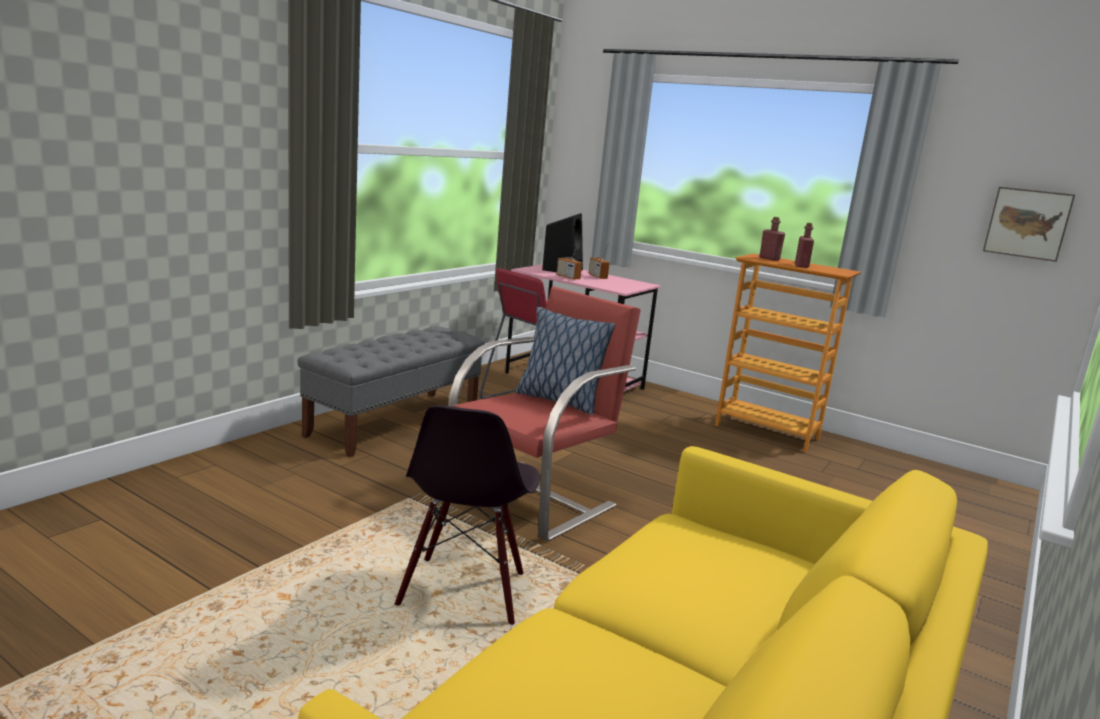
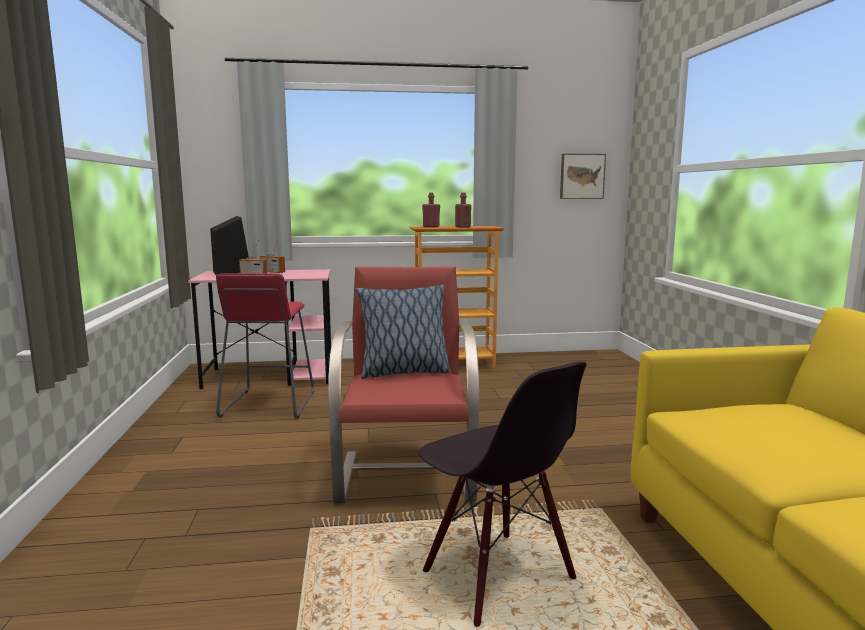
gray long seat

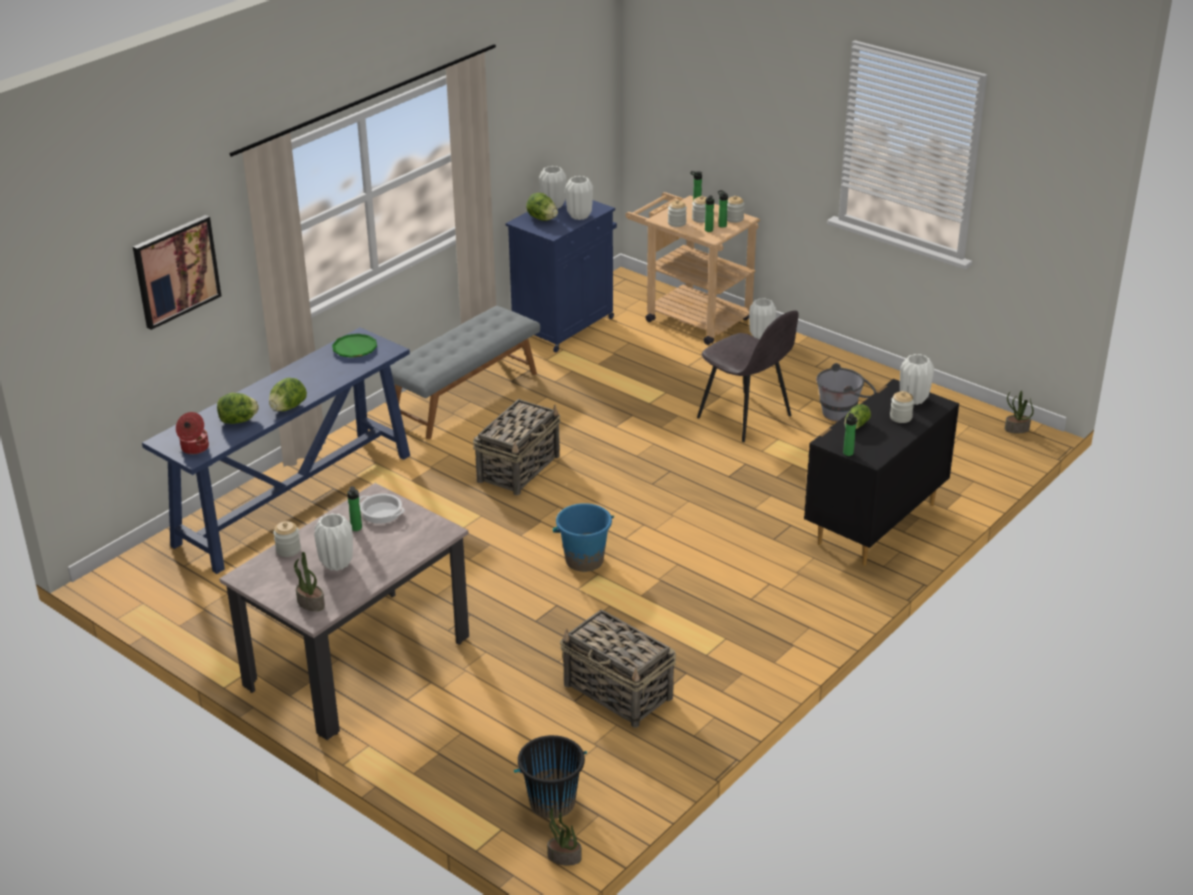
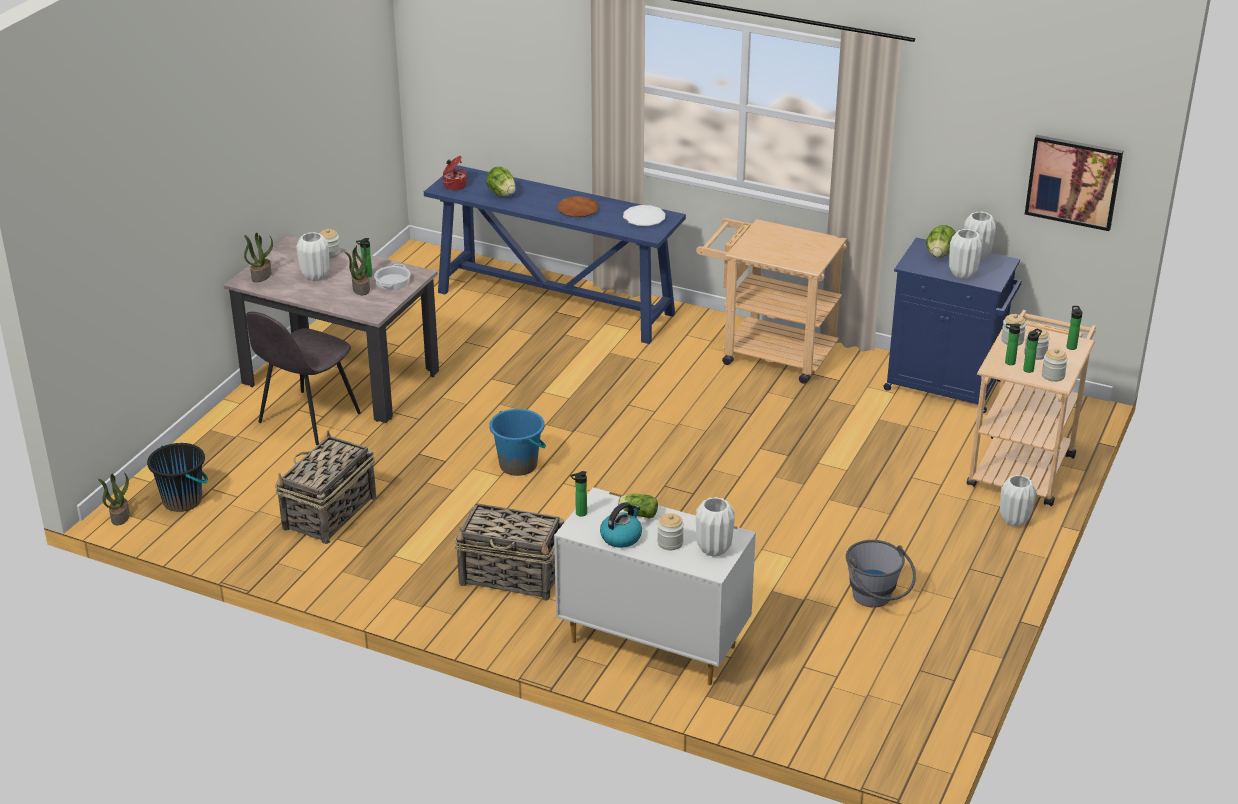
picture
beige cart (1st from left)
gray plain chair
whitish dinner plate
head of lettuce (2nd from left in the first image)
whitish dresser
potted plant (3rd from left)
storage basket (2nd from left)
brownish dinner plate
water kettle

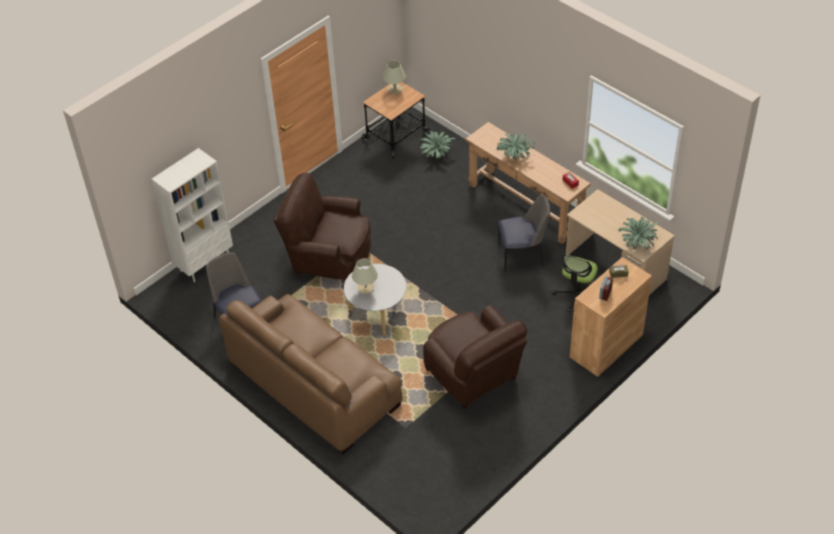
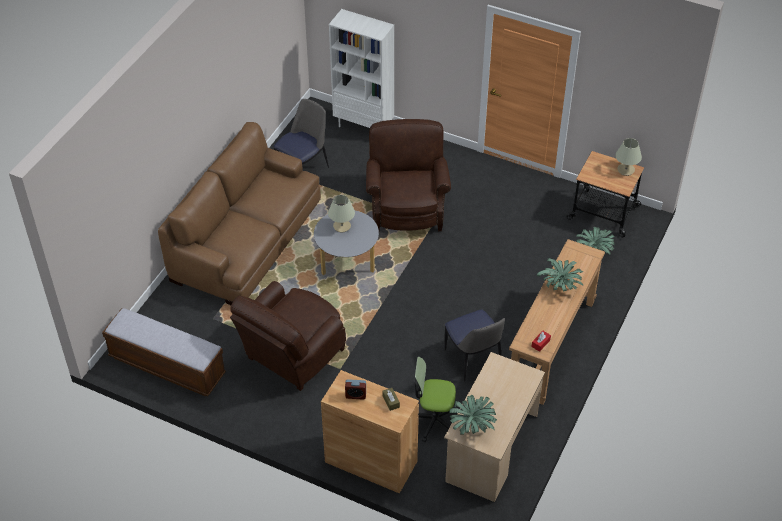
long seat

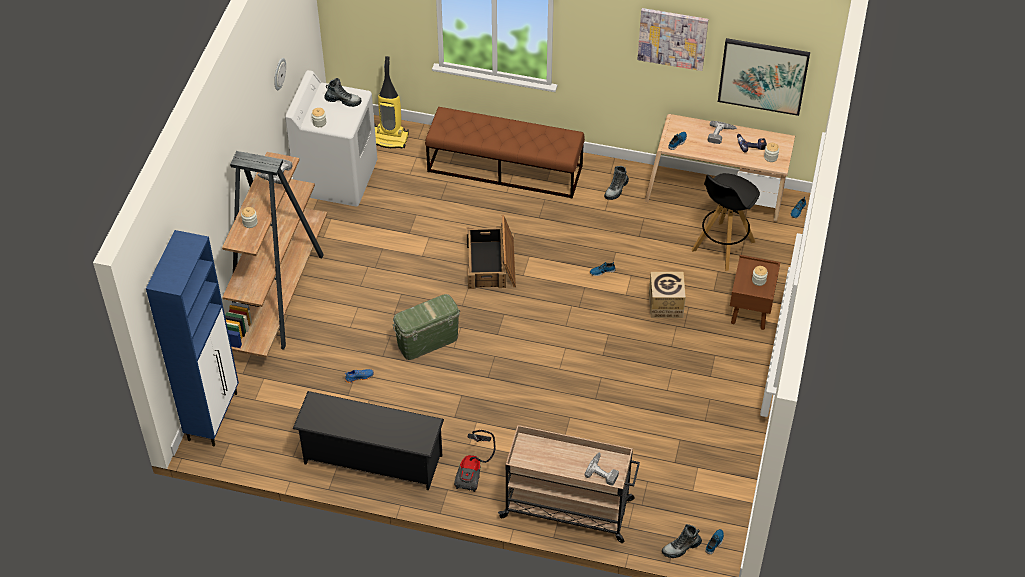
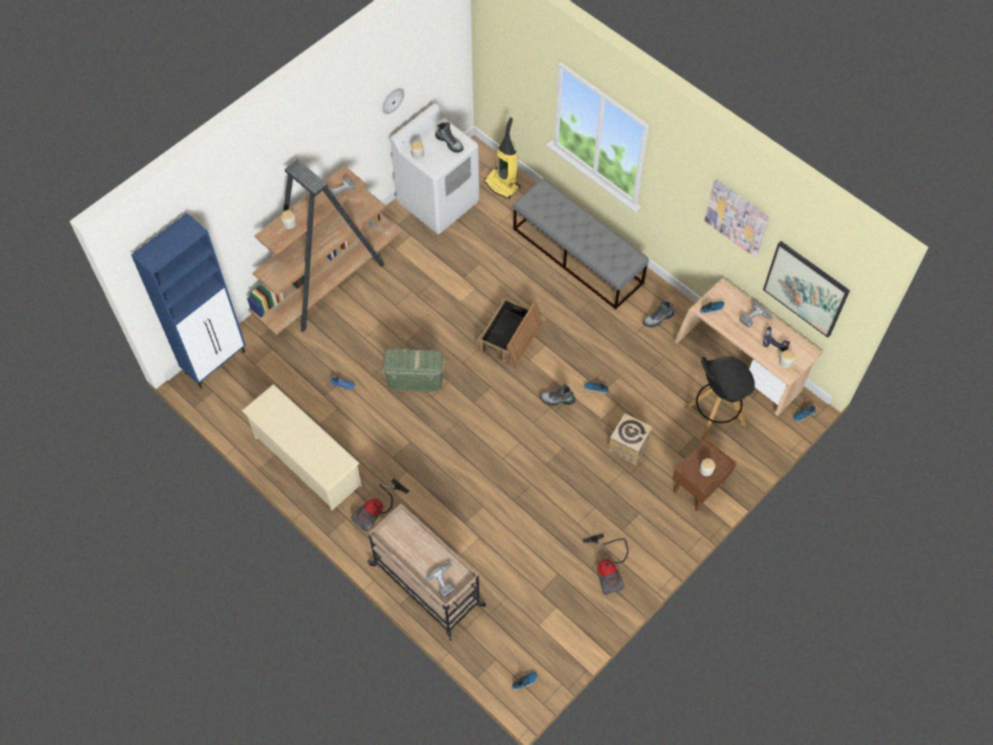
gray long seat
beige shoe shelf
high-top boot (2nd from left)
hoover (3rd from left)

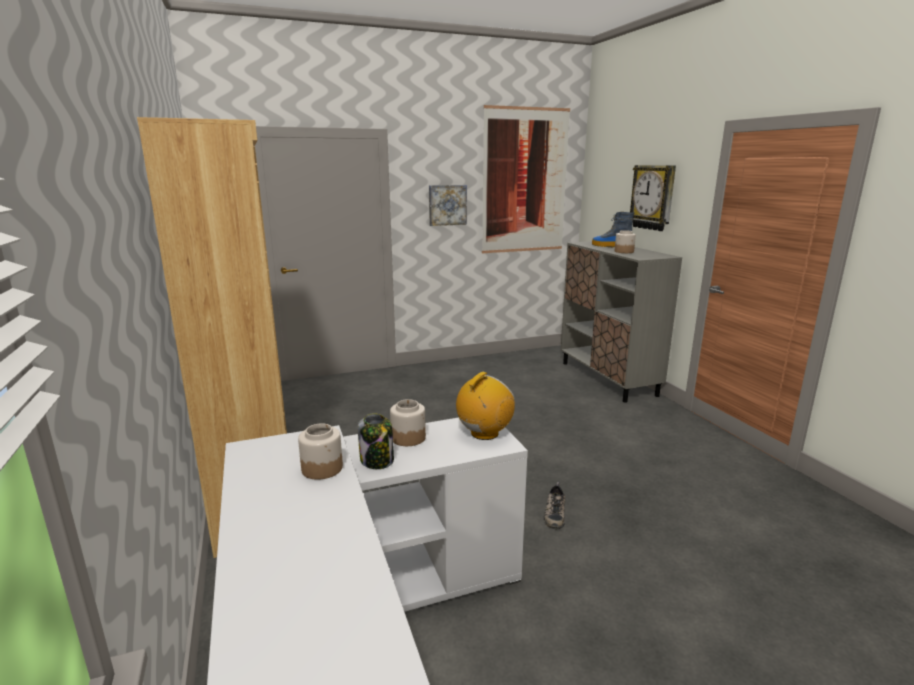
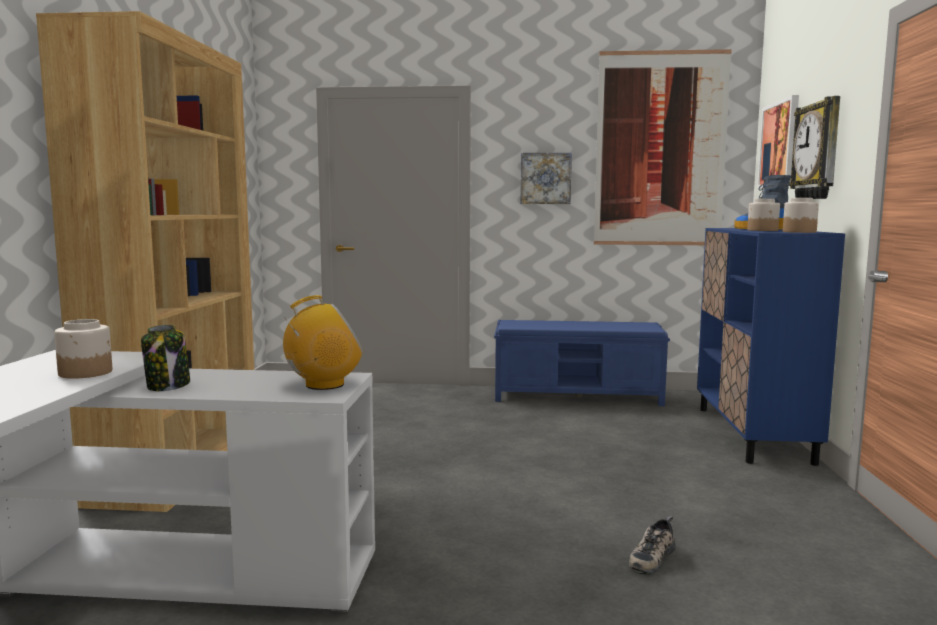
blue storage cabinet
jar (4th from left)
item of footwear
picture (3rd from left)
blue long seat

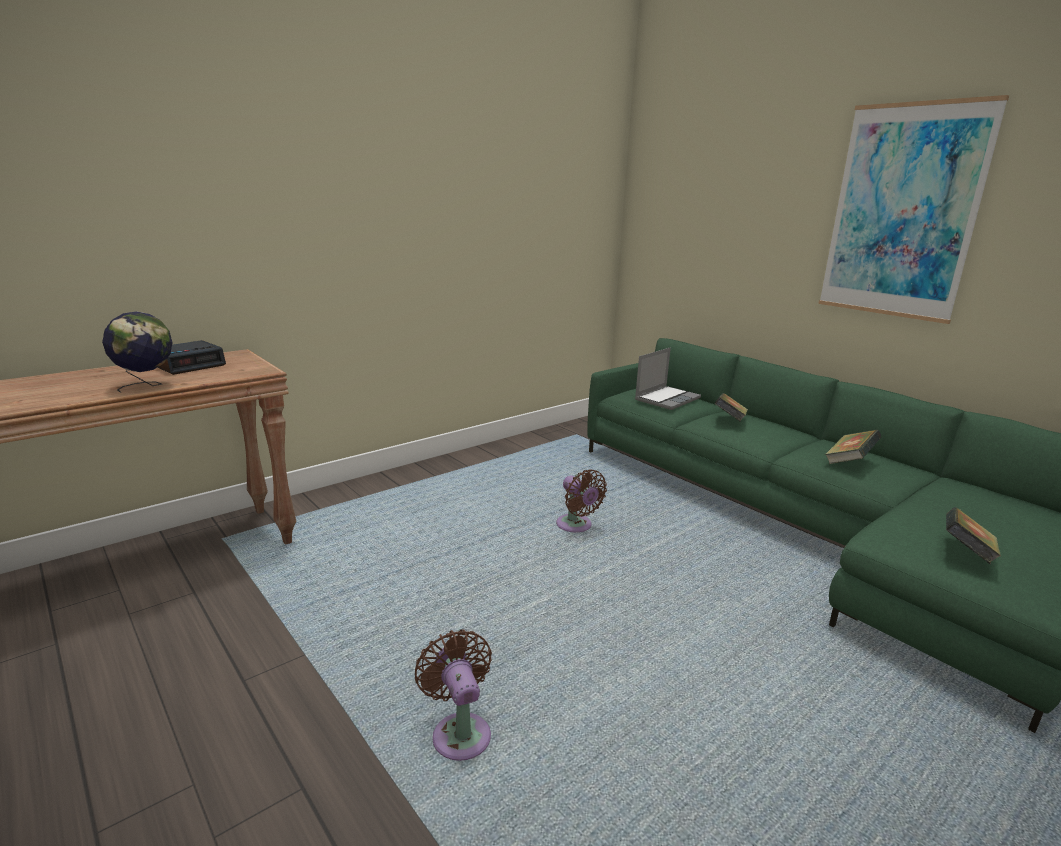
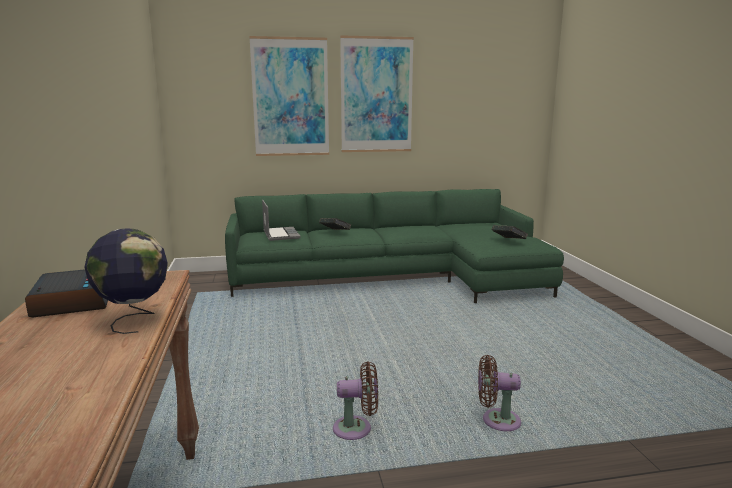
bound book (2nd from left in the first image)
brownish fan (1st from left)
picture (1st from left)

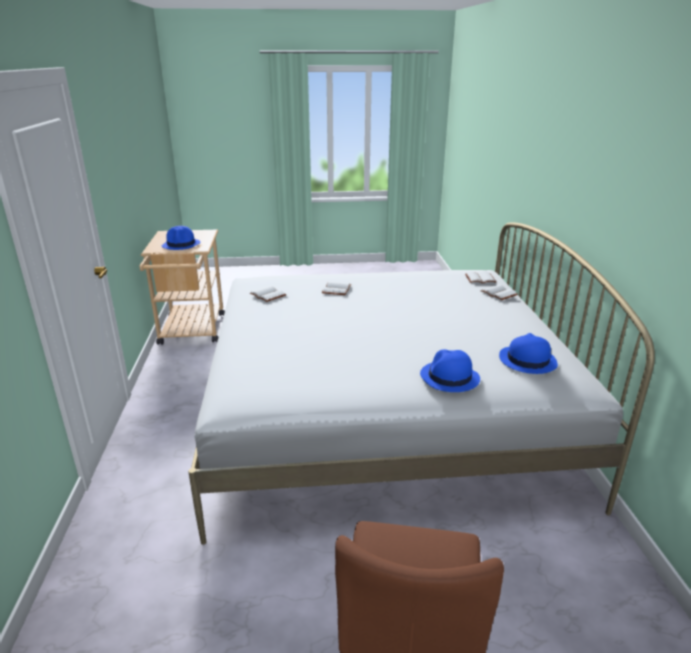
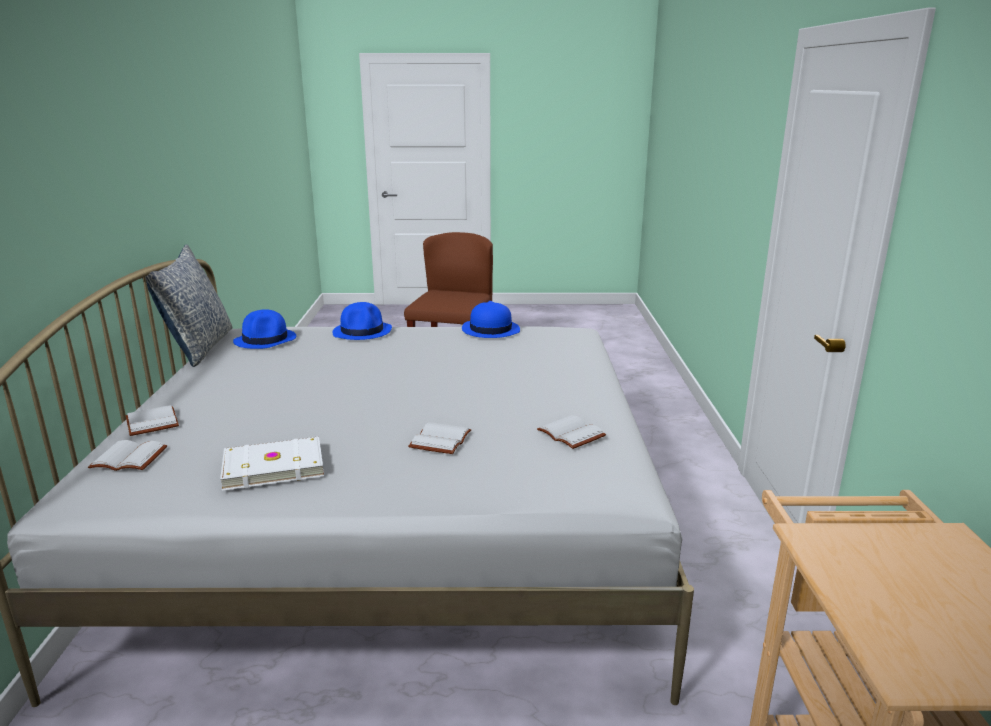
blue wearable hat (3rd from left)
throw pillow
whitish bound book (3rd from left)

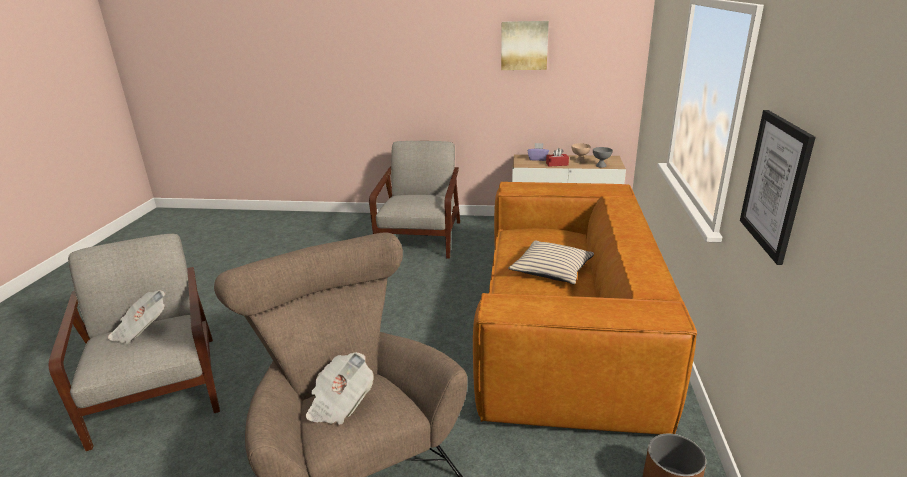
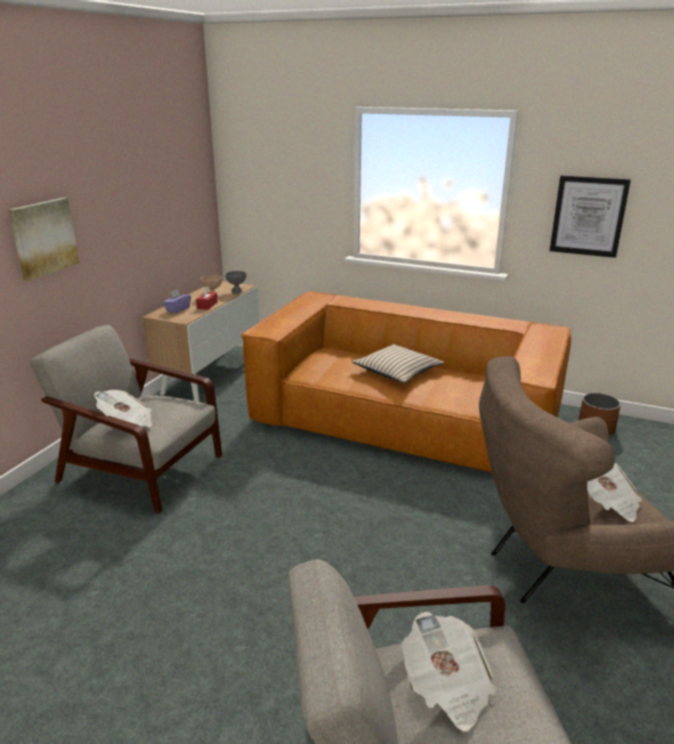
picture (1st from left)
newspaper (1st from left)

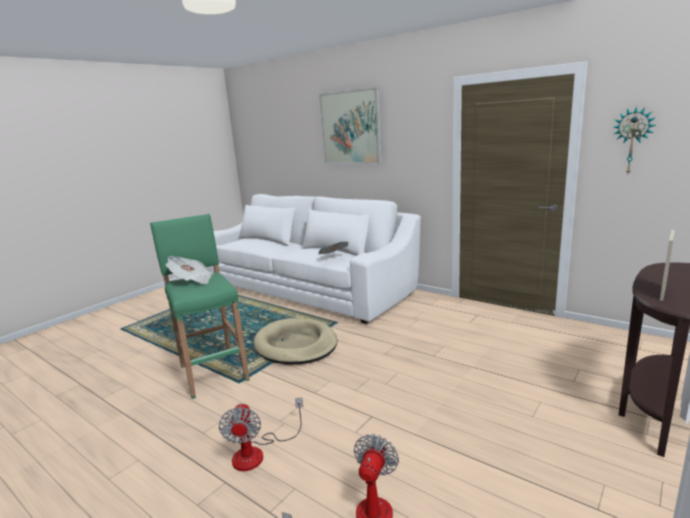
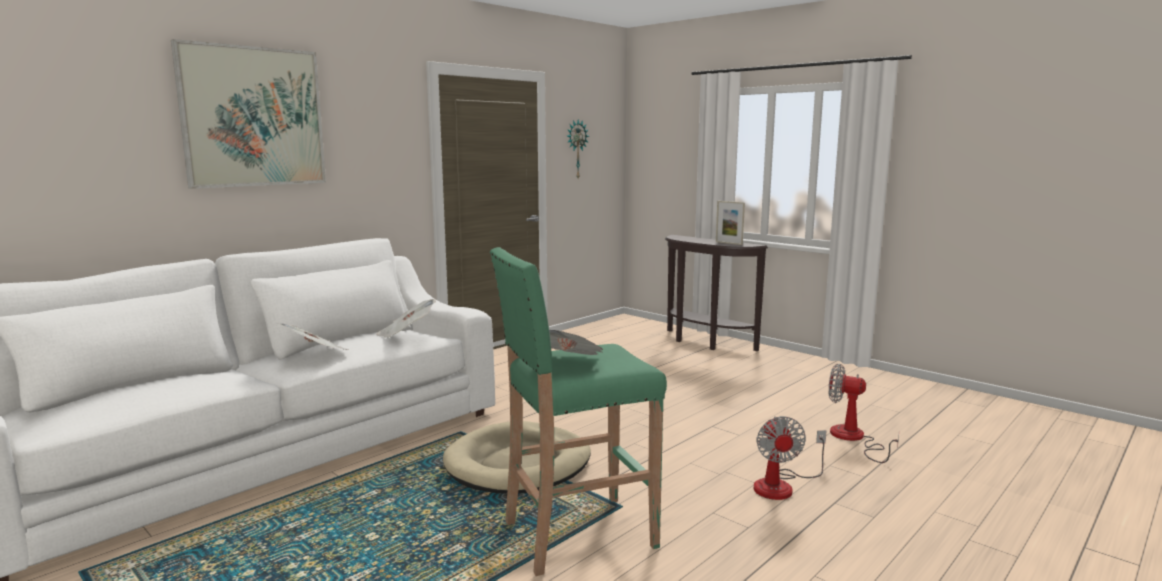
fan (1st from left)
newspaper (1st from left)

